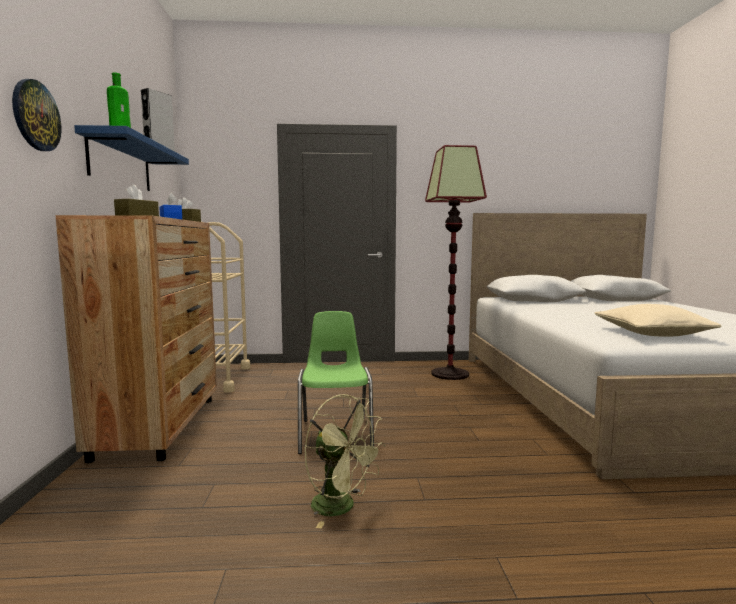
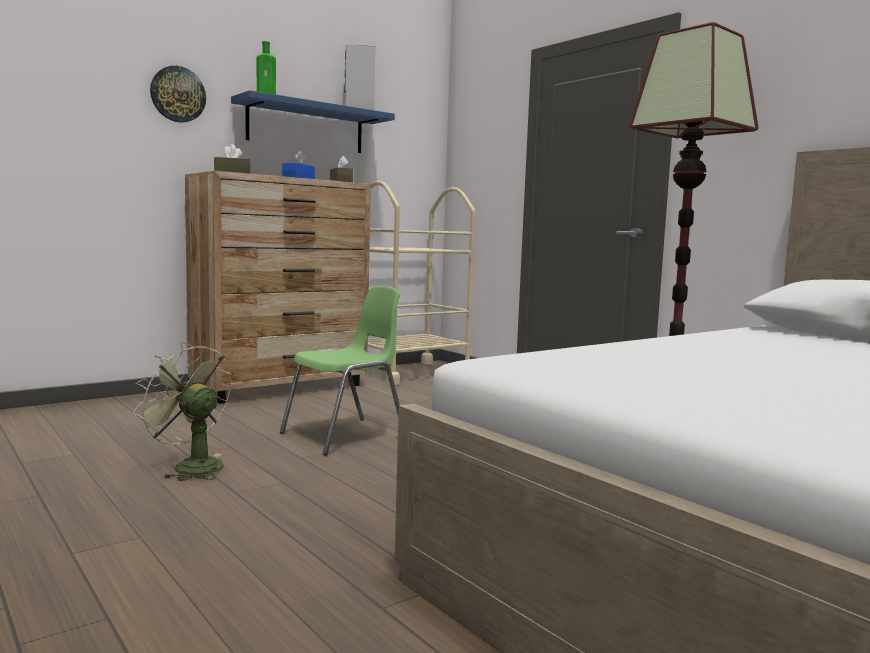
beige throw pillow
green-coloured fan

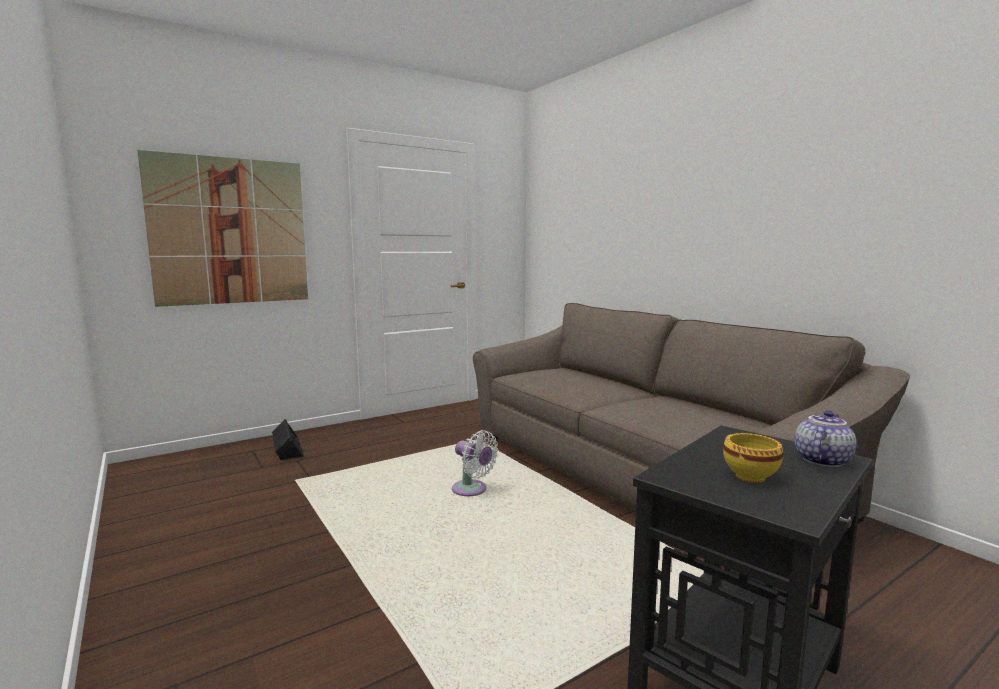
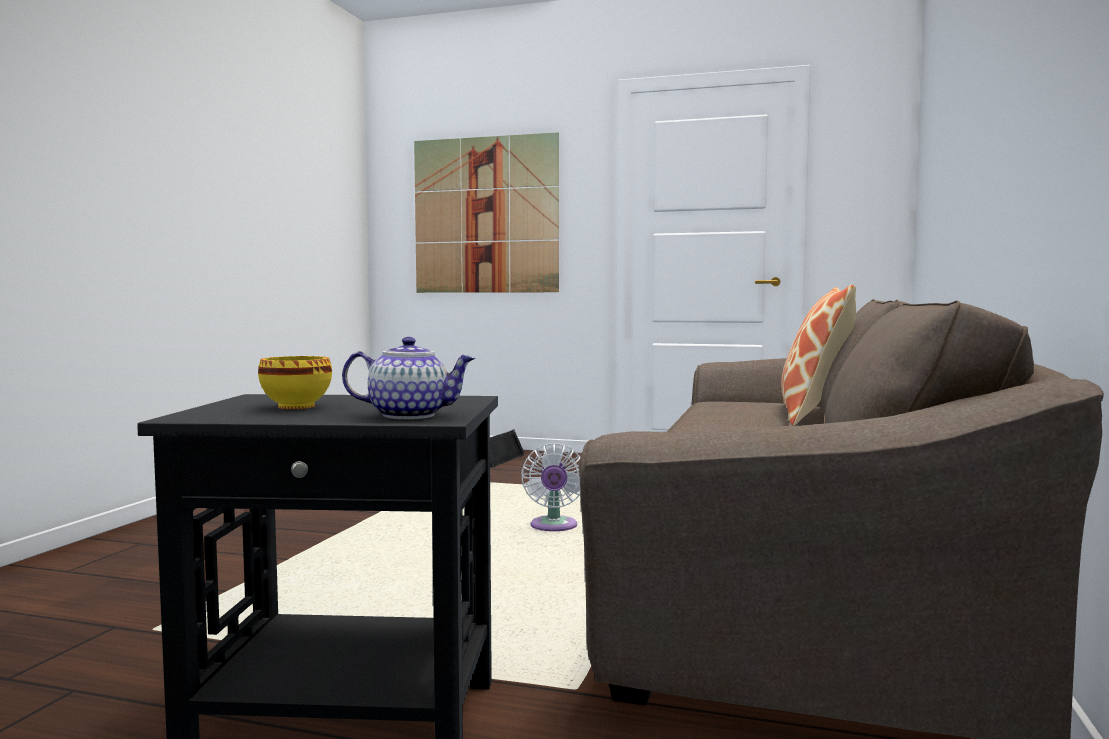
throw pillow

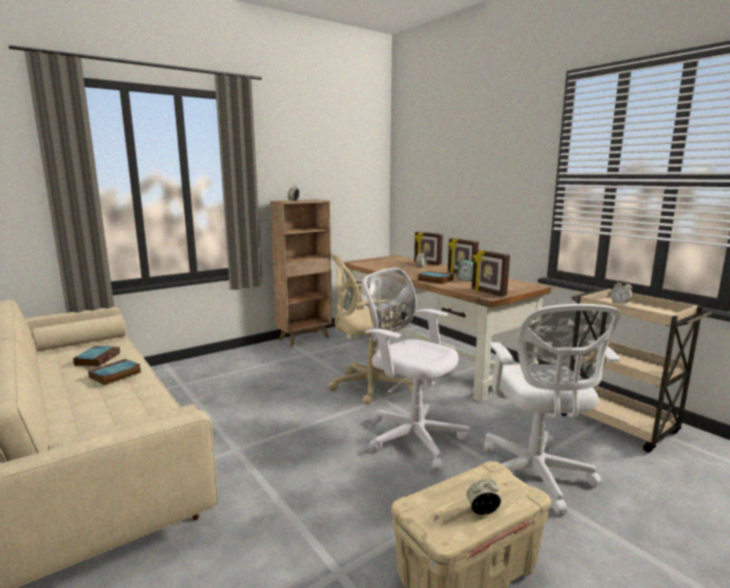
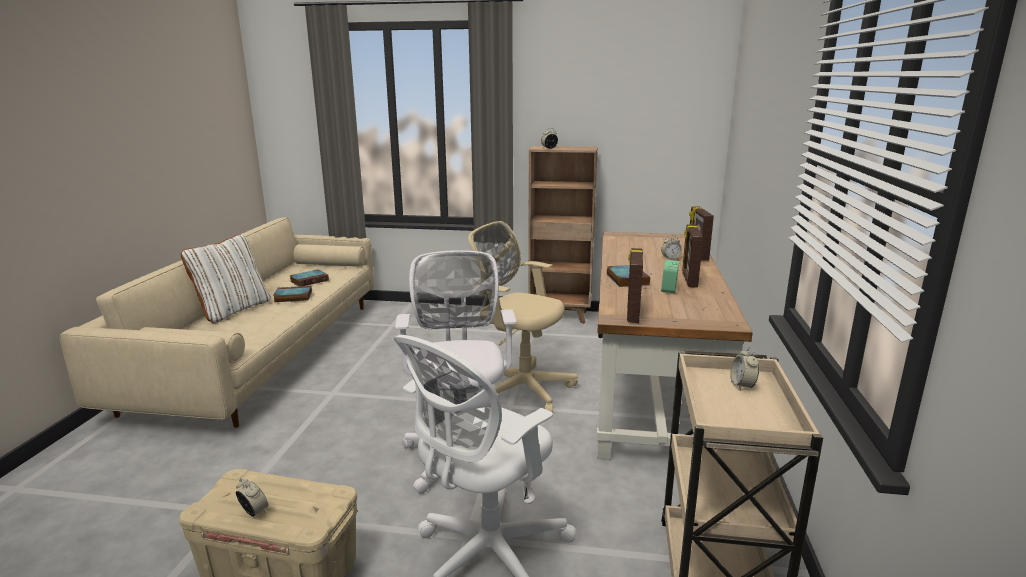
whitish throw pillow

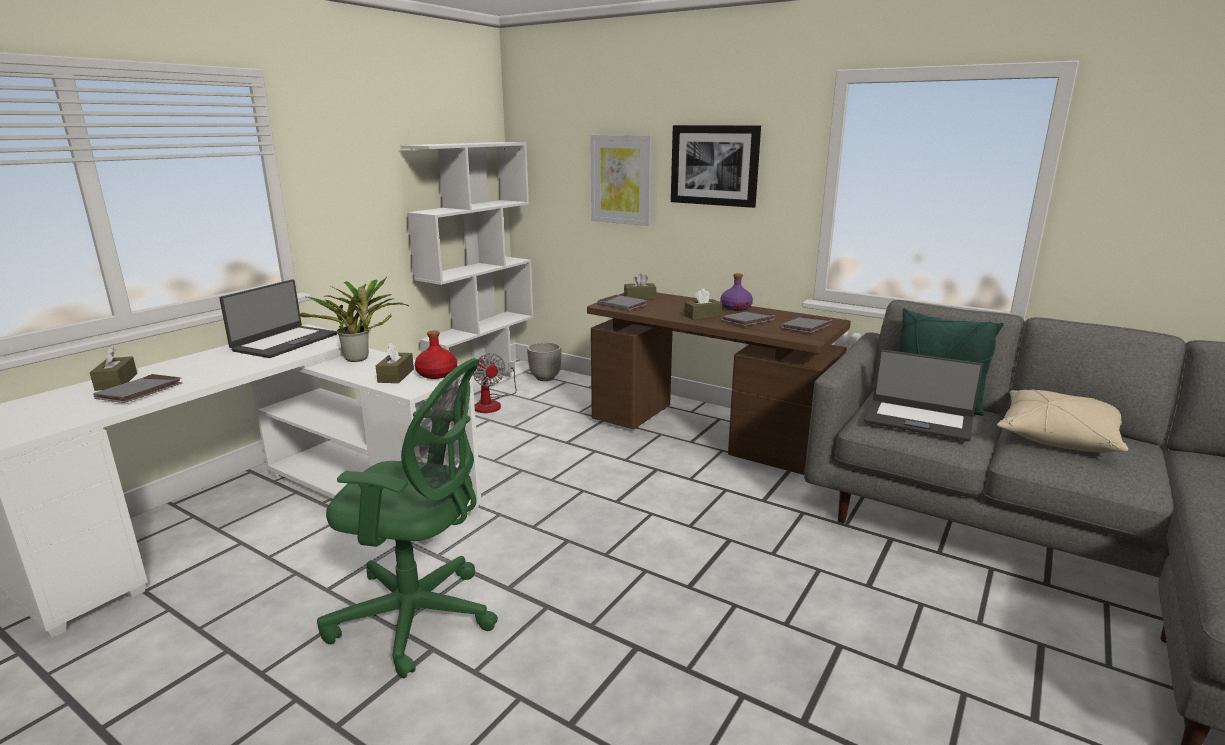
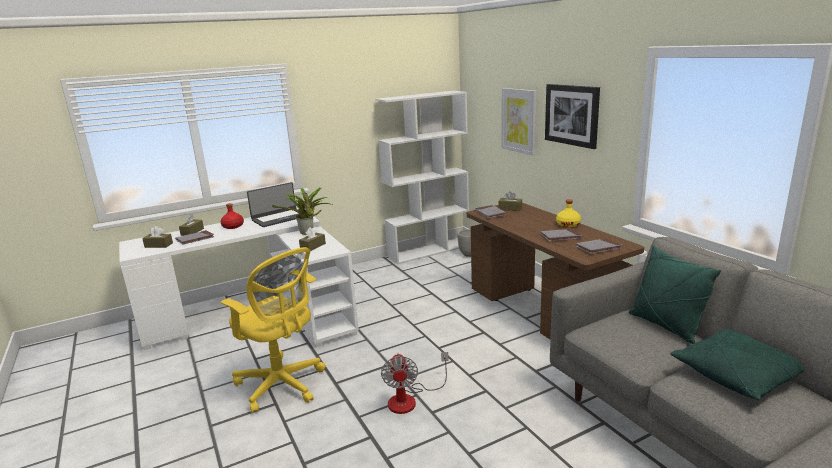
yellow-coloured beverage bottle
brownish box of tissues (1st from left)
red-coloured beverage bottle
laptop (2nd from left in the first image)
fan
yellow-coloured computer chair
green-coloured throw pillow (2nd from left)

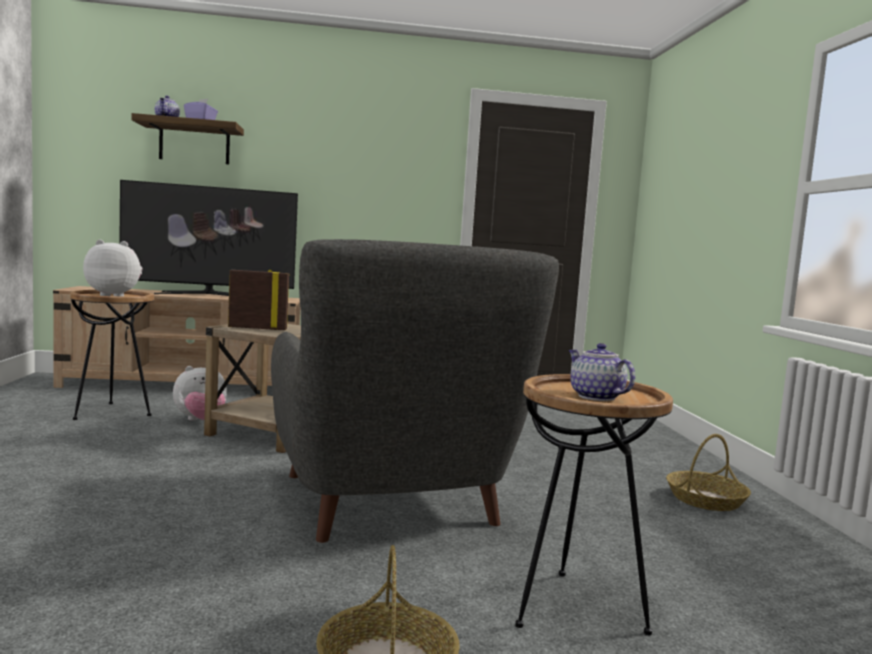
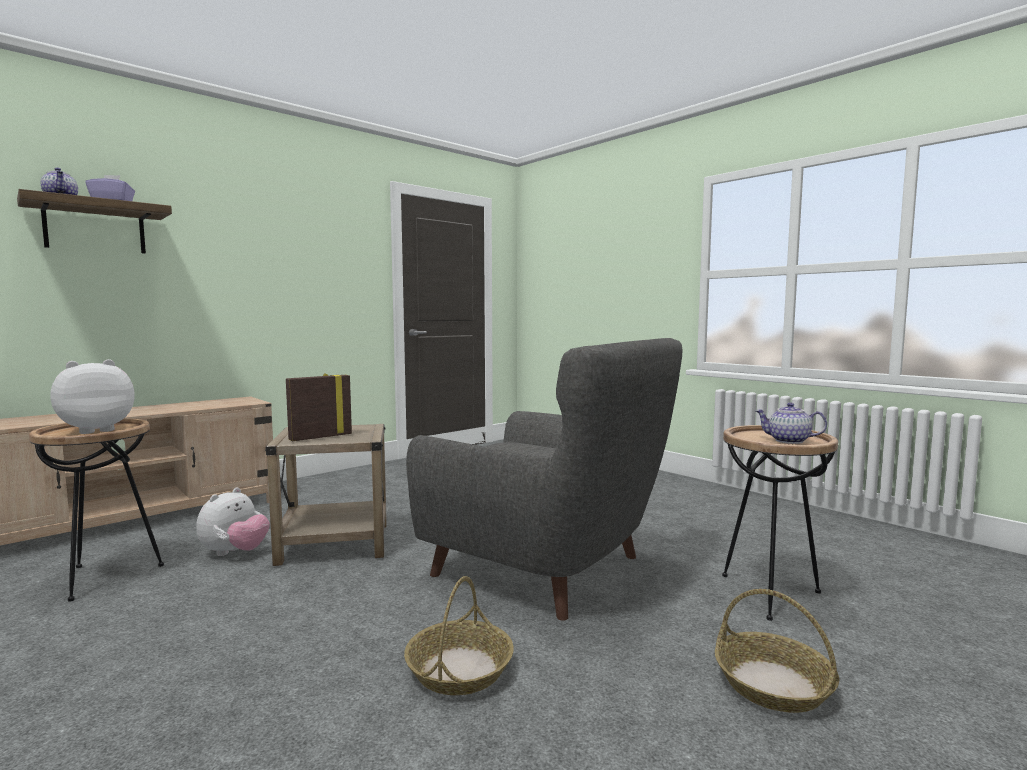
TV set
storage basket (1st from left)

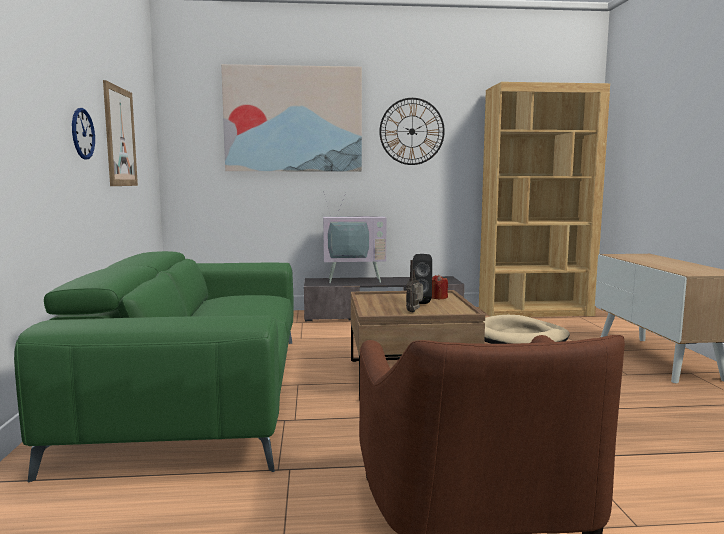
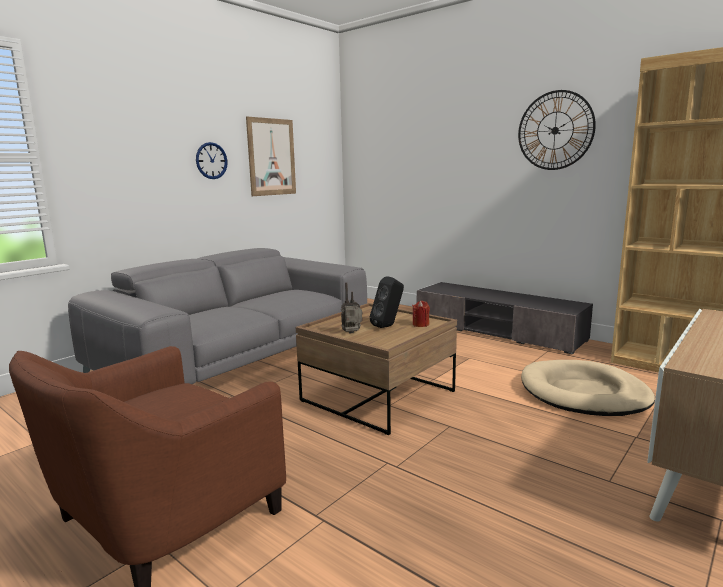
picture (2nd from left in the first image)
TV set
gray couch

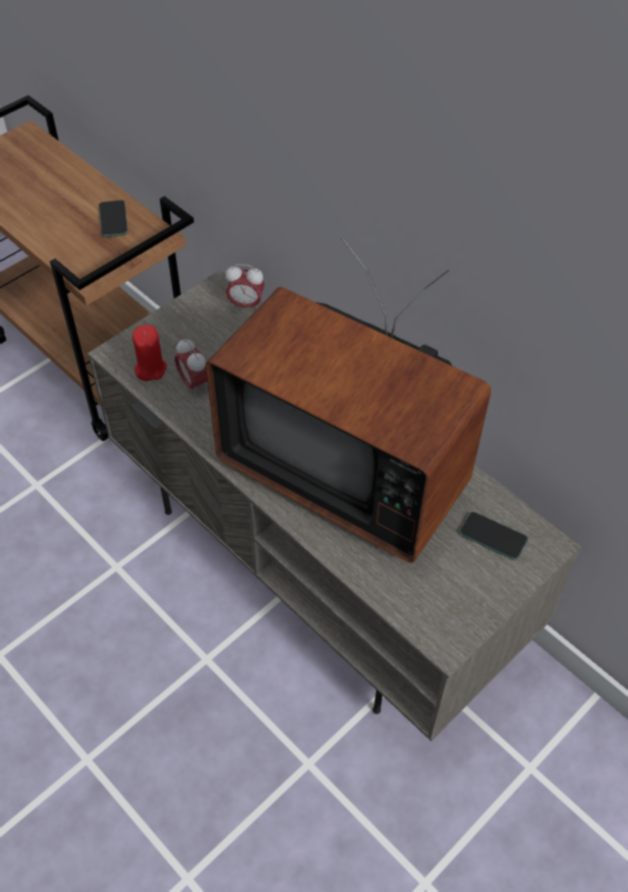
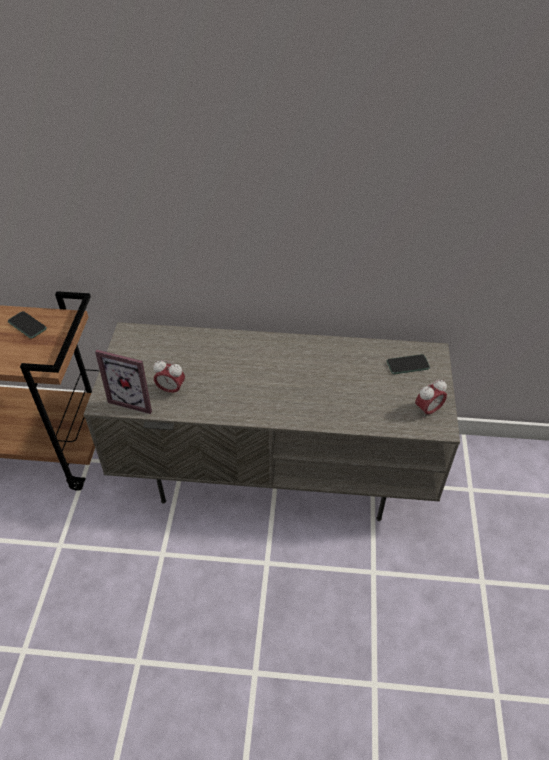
TV set
table clock (2nd from left)
standing frame

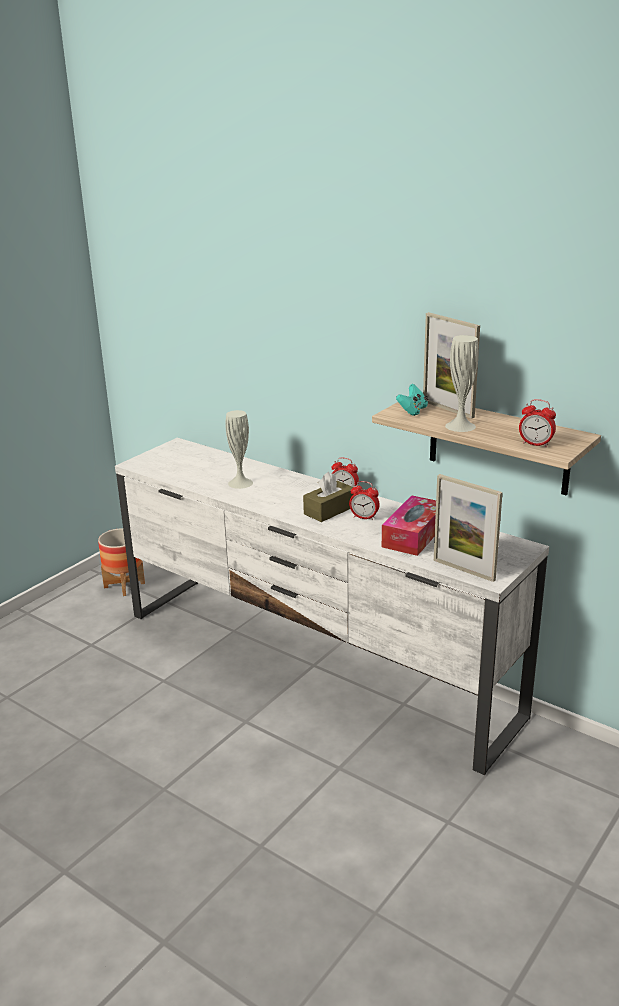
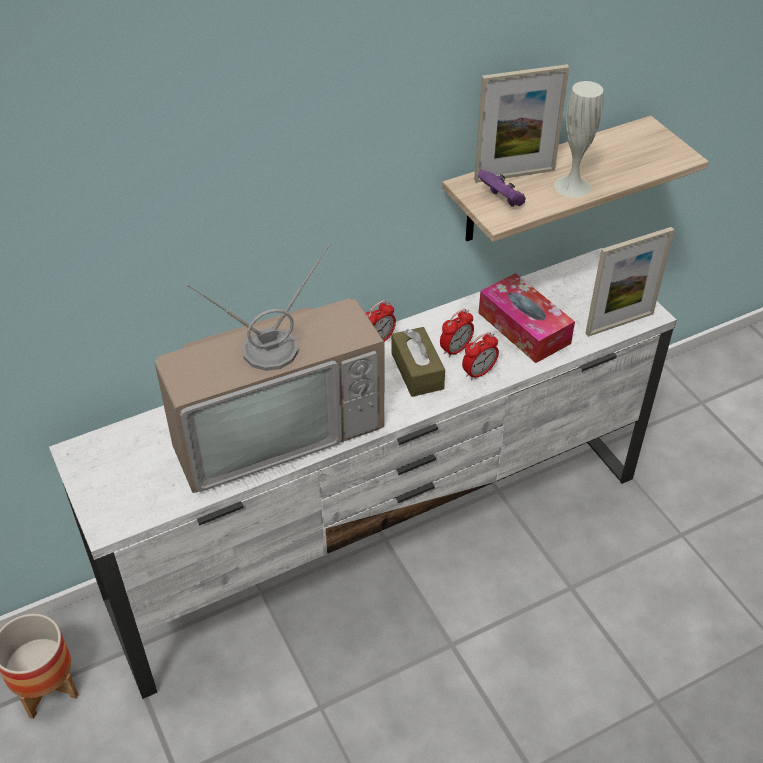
purple-coloured gamepad
table clock (3rd from left)
TV set

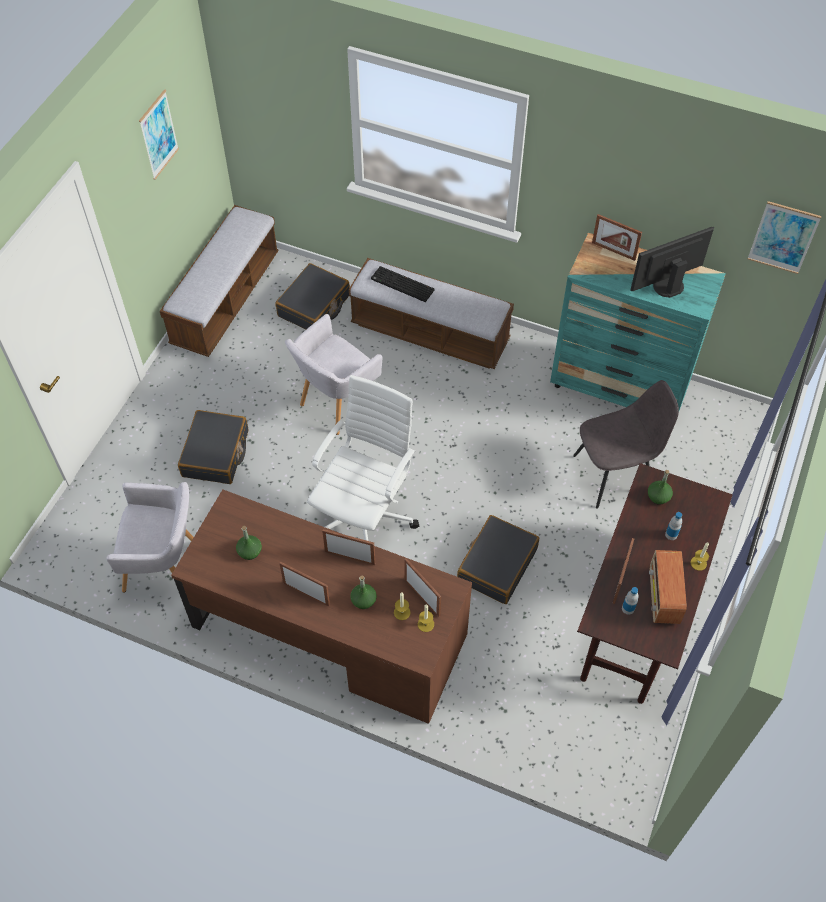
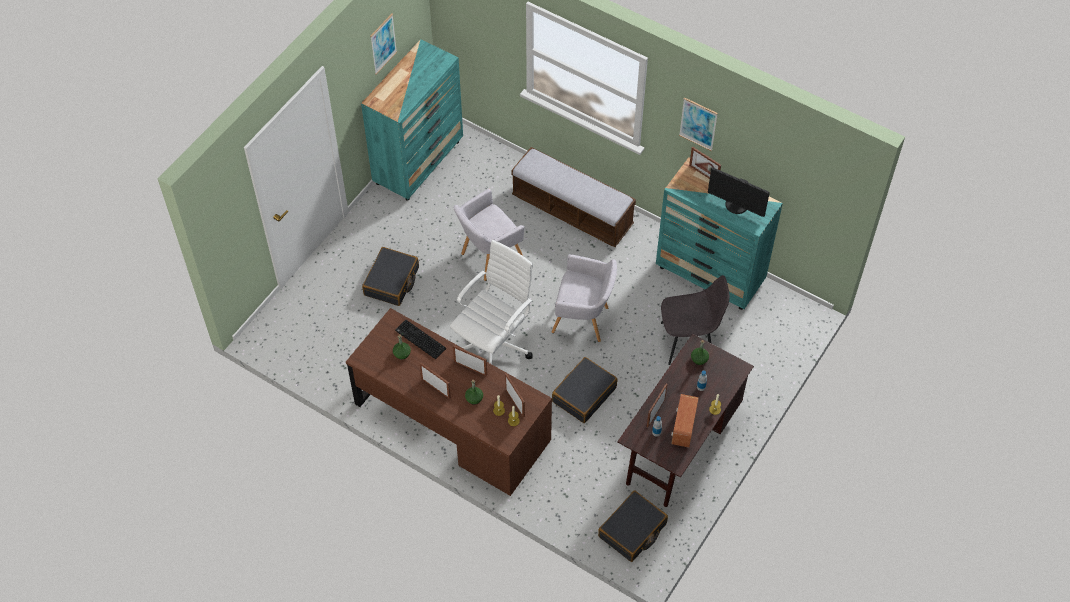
picture (2nd from left)
blue-green dresser (1st from left)
computer screen
black suitcase (3rd from left)
keyboard
gray lounge chair (2nd from left)

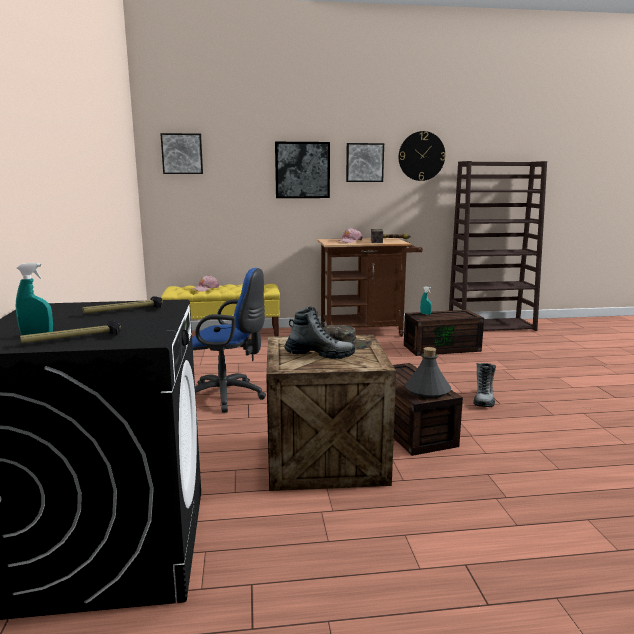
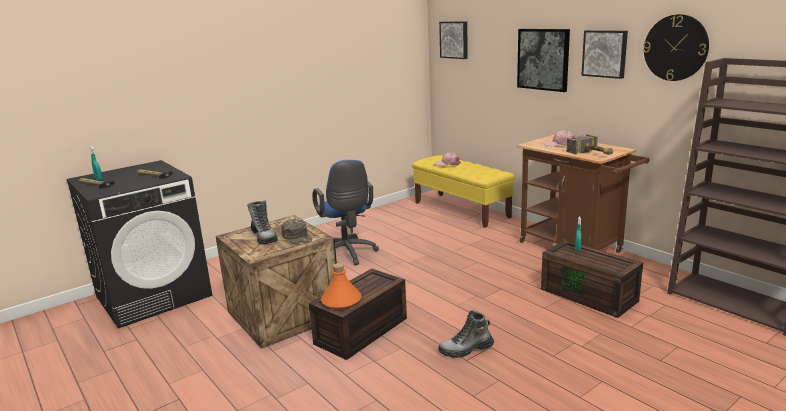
orange beverage bottle

